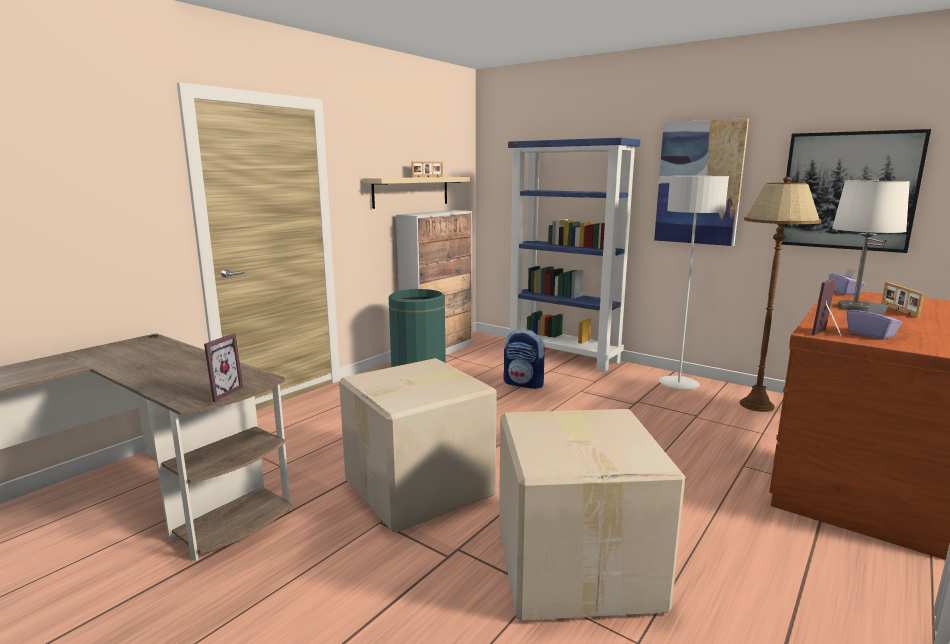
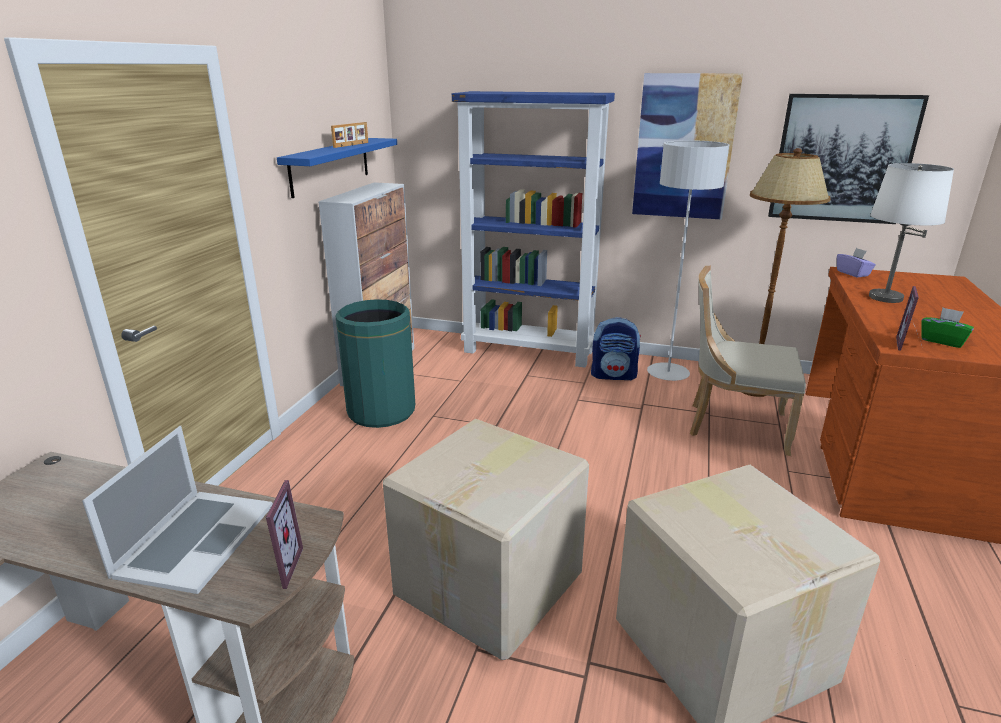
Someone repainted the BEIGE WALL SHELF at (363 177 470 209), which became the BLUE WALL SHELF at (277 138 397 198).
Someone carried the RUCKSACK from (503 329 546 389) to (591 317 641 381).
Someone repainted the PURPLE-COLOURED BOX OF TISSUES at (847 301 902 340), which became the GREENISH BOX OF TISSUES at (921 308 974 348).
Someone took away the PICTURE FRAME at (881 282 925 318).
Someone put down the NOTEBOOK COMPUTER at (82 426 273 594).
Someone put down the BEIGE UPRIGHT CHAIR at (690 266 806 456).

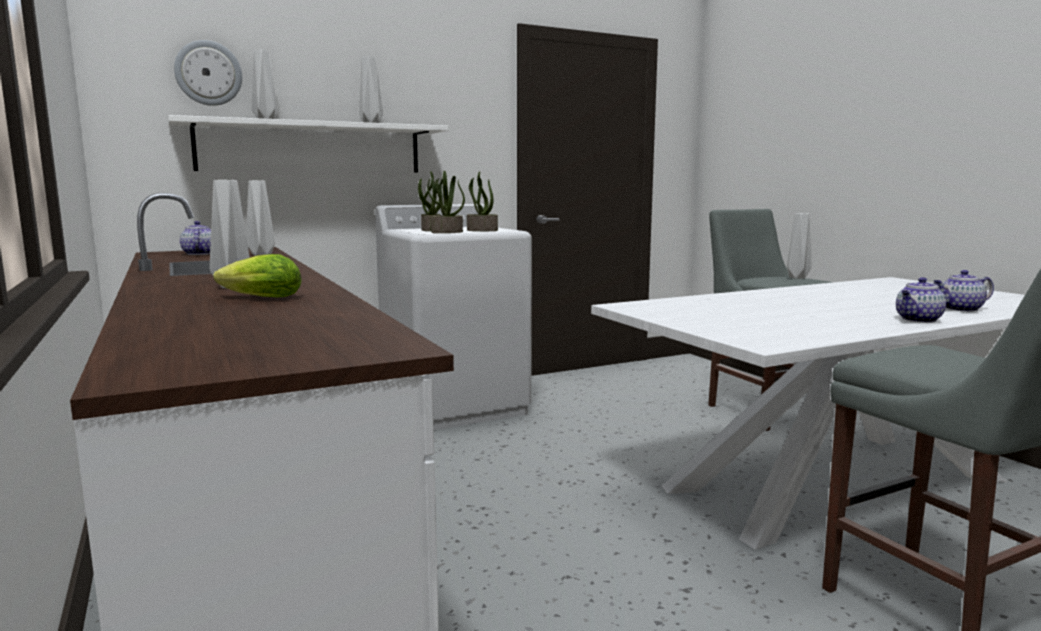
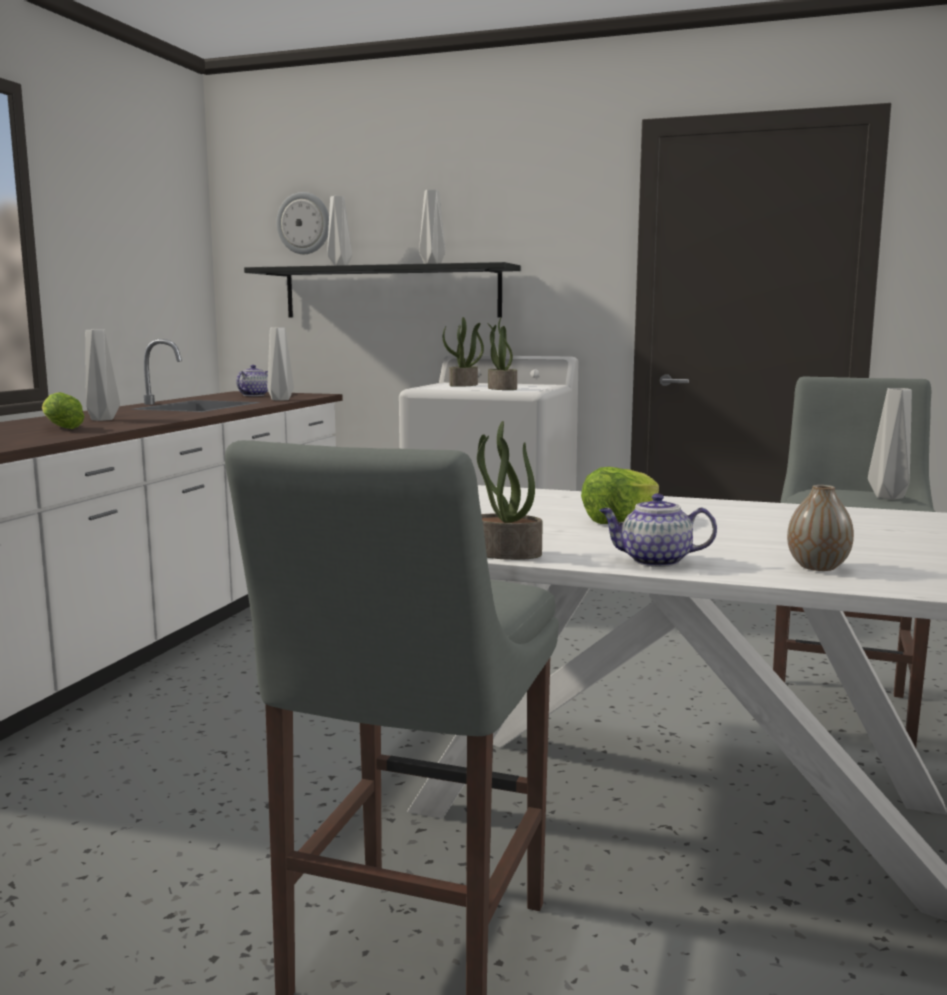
Someone repainted the WHITISH WALL SHELF at (168 115 448 172), which became the BLACK WALL SHELF at (244 262 521 318).
Someone carried the HOUSEPLANT from (427 171 465 233) to (477 421 543 560).
Someone swapped the POT FOR TEA at (933 270 994 312) for the DECORATIVE VASE at (787 485 854 571).
Someone put down the LETTUCE at (581 467 659 524).

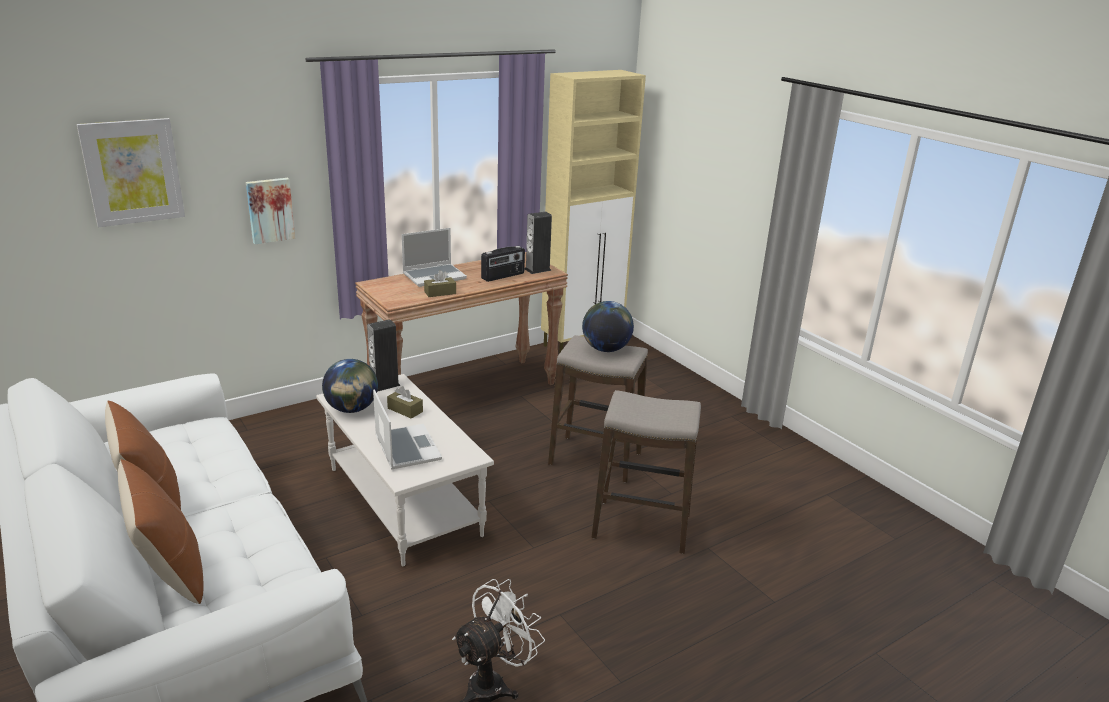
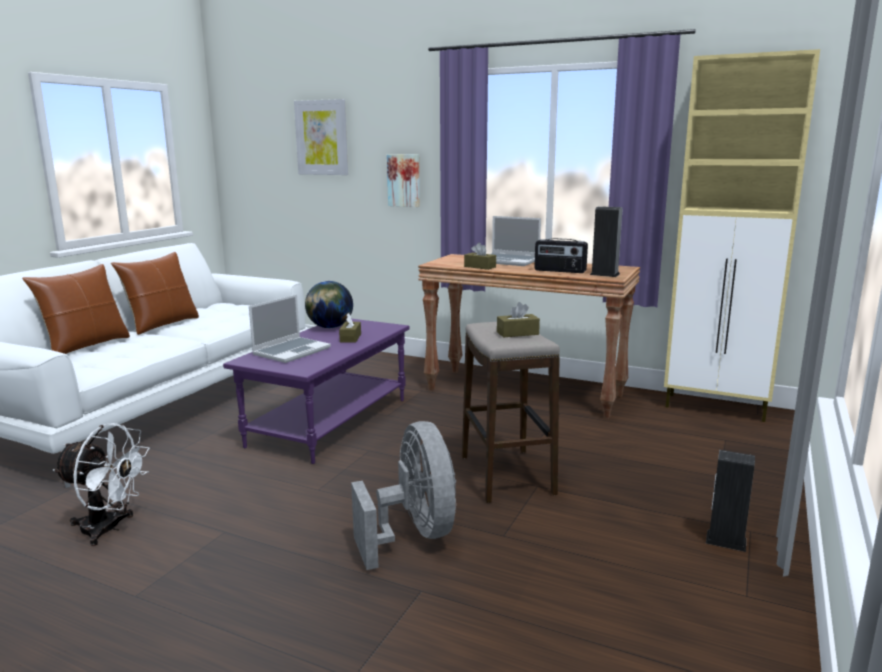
Someone repainted the WHITISH COFFEE TABLE at (316 374 494 566), which became the PURPLE-COLOURED COFFEE TABLE at (223 319 410 464).
Someone carried the LOUDSPEAKER from (367 319 401 392) to (706 450 755 552).
Someone swapped the WORLD GLOBE at (582 301 634 352) for the BROWN BOX OF TISSUES at (497 302 540 337).
Someone swapped the STOOL at (591 390 701 554) for the GREY ELECTRIC FAN at (351 421 456 570).

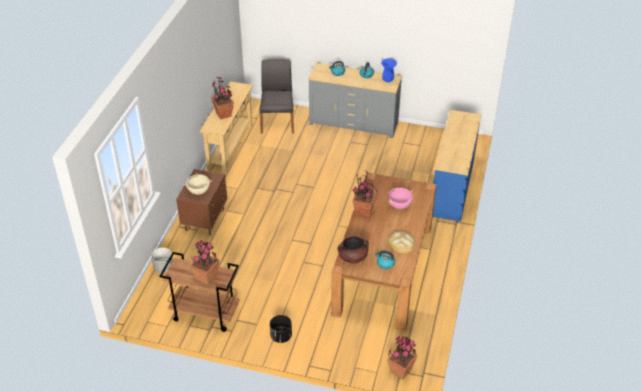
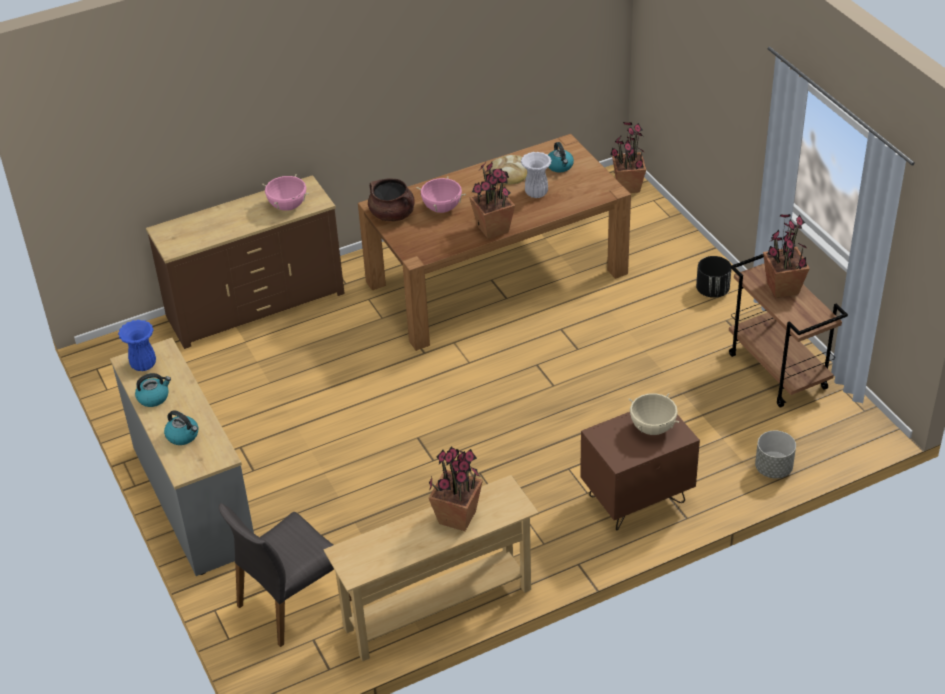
Someone carried the BROWN SAUCEPOT from (337 236 369 264) to (368 179 415 221).
Someone repainted the BLUE DRAWER CHEST at (433 110 481 222), which became the BROWN DRAWER CHEST at (146 175 345 349).
Someone put down the PINKISH SAUCEPOT at (262 174 309 211).
Someone put down the WHITISH DECORATIVE VASE at (521 152 552 198).

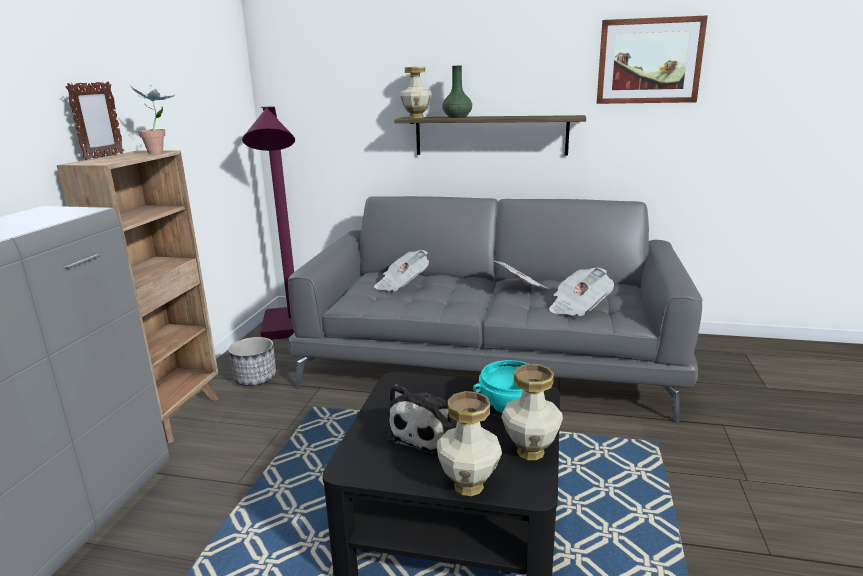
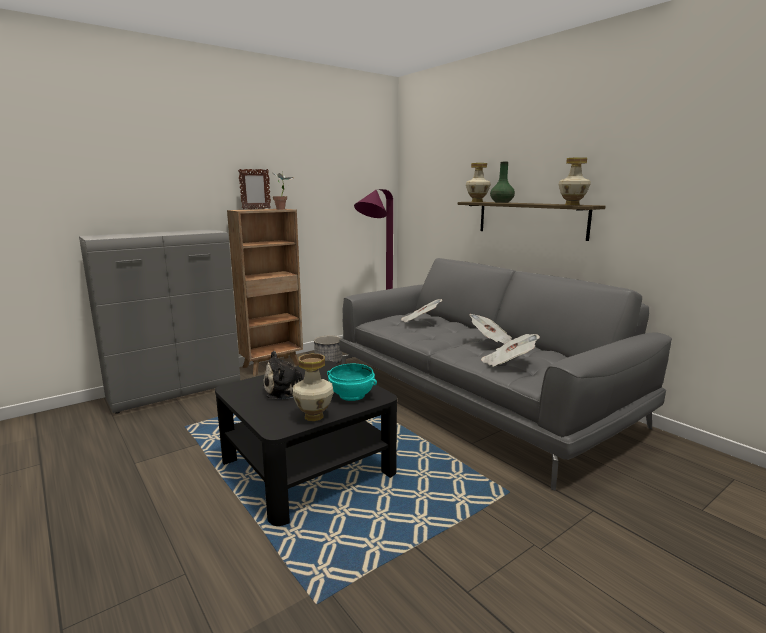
Someone carried the DECORATIVE VASE from (436 391 502 496) to (558 157 591 205).
Someone took away the WALL ART at (597 15 708 104).

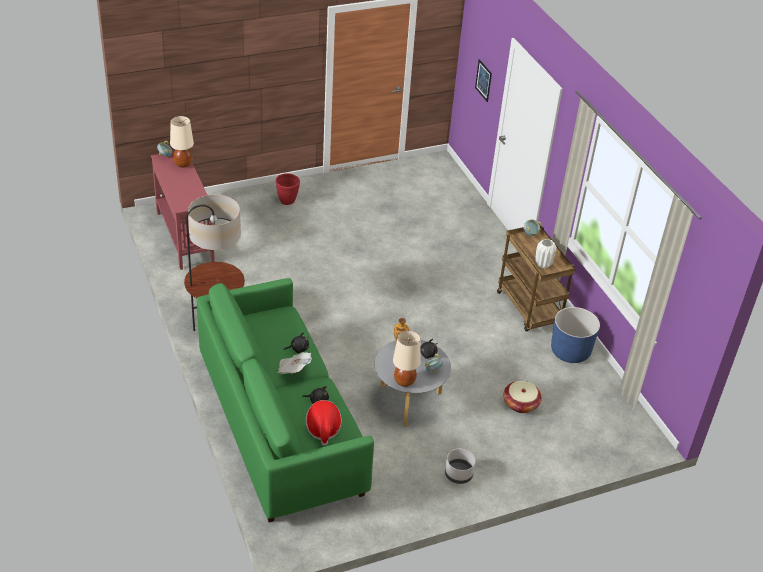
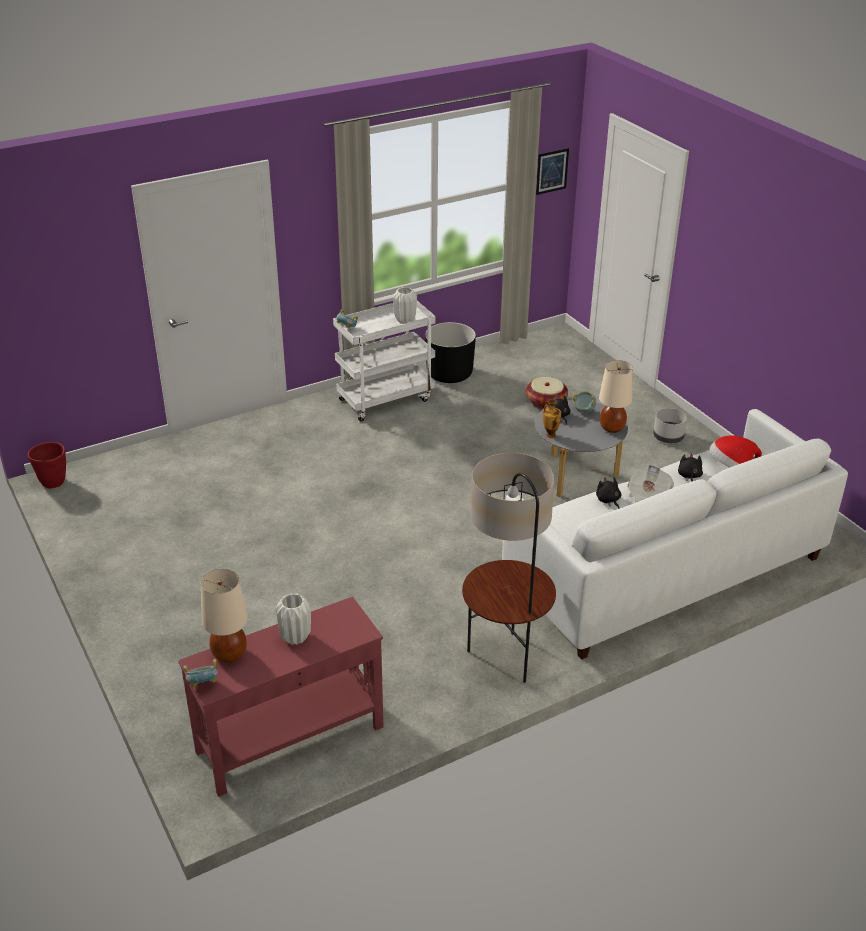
Someone repainted the GREENISH COUCH at (196 278 374 523), which became the WHITISH COUCH at (502 409 848 659).
Someone carried the REDDISH FLOWER POT from (276 173 300 205) to (28 442 66 488).
Someone carried the WALL ART from (475 59 492 102) to (536 148 569 195).
Someone repainted the BROWN TROLLEY at (497 224 575 331), which became the WHITISH TROLLEY at (333 301 436 421).
Someone repainted the BLUE FLOWER POT at (551 307 600 363), which became the BLACK FLOWER POT at (425 322 476 383).
Someone put down the WHITISH DECORATIVE VASE at (275 593 311 645).

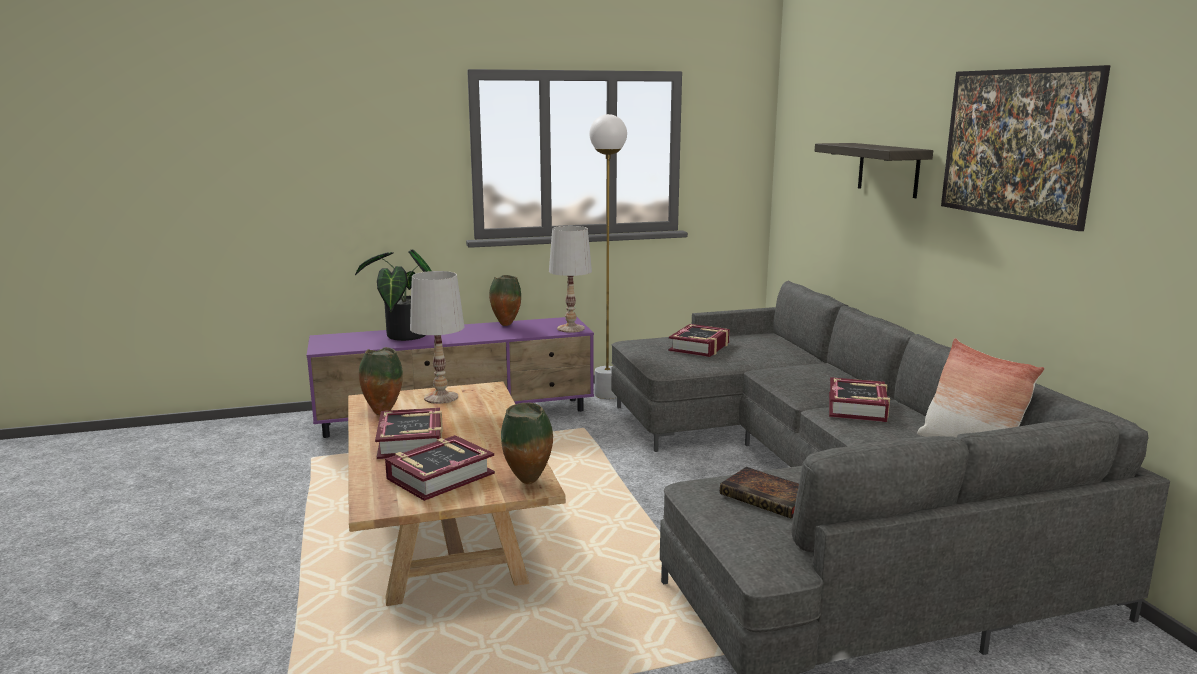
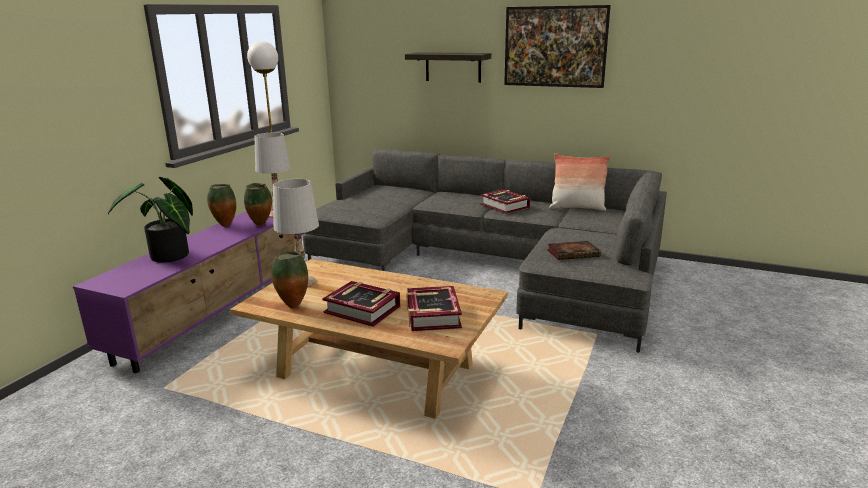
Someone carried the DECORATIVE VASE from (501 403 553 484) to (244 183 272 226).
Someone took away the VOLUME at (668 324 730 357).

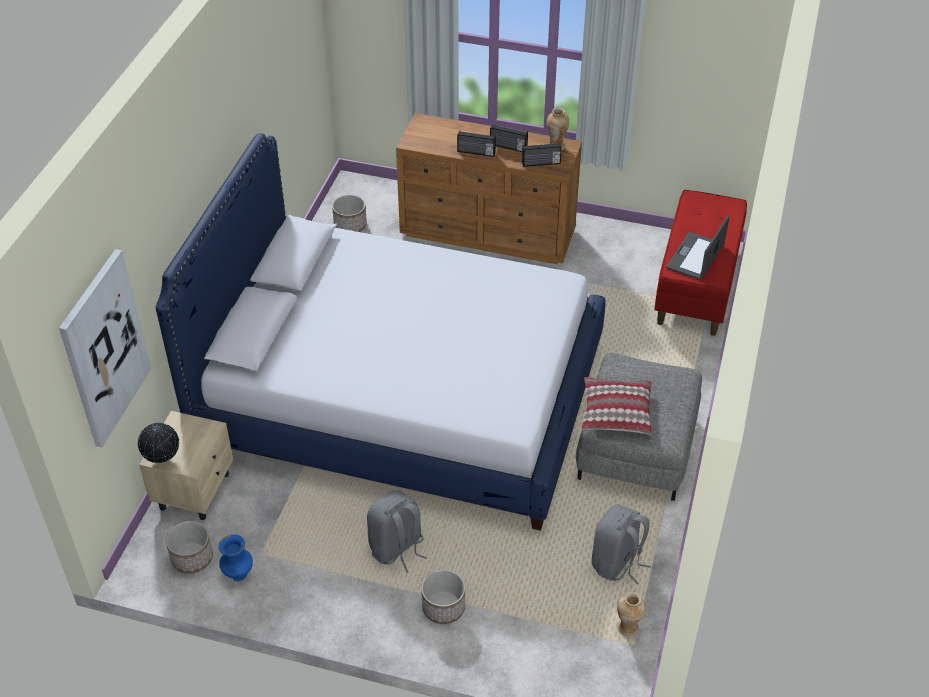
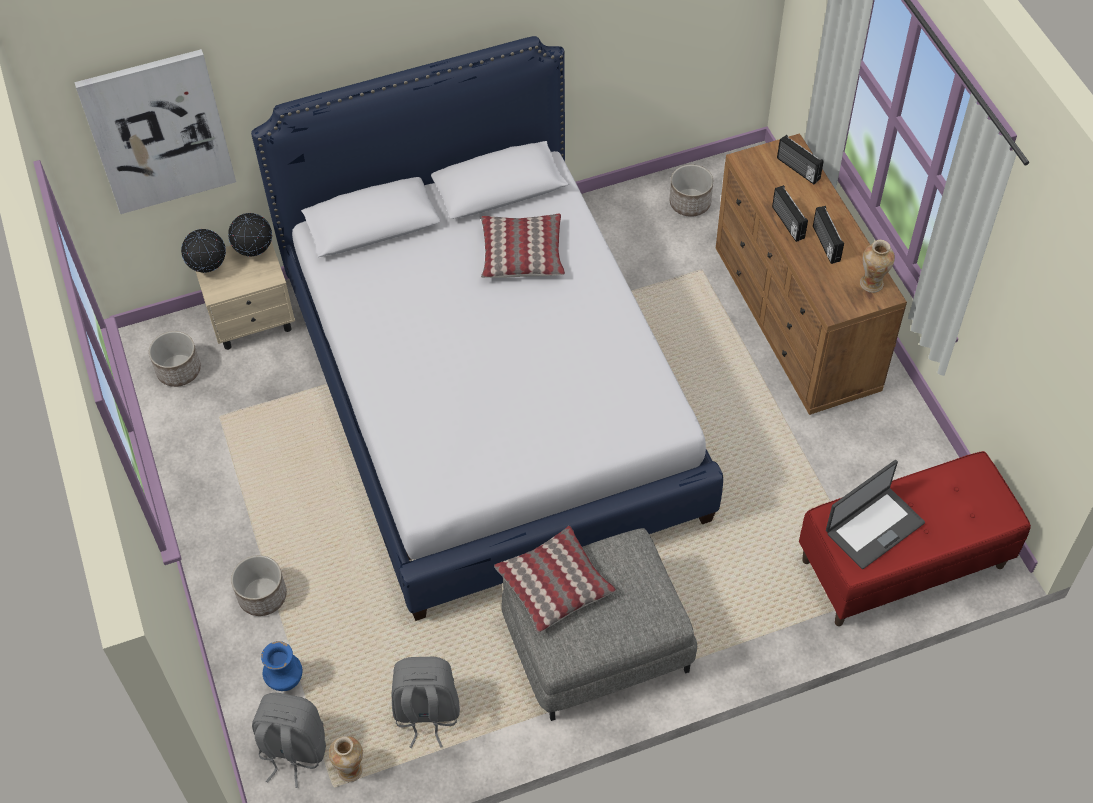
Someone carried the BLUE DECORATIVE VASE from (219 534 253 581) to (261 641 302 691).
Someone carried the GREY RUCKSACK from (367 490 427 573) to (252 693 326 788).
Someone carried the RADIO RECEIVER from (522 142 562 167) to (777 135 824 184).
Someone rotated the NOTEBOOK COMPUTER at (666 216 729 280) by 150 degrees clockwise.
Someone put down the WORLD GLOBE at (228 213 272 256).
Someone put down the THROW PILLOW at (481 213 565 278).

